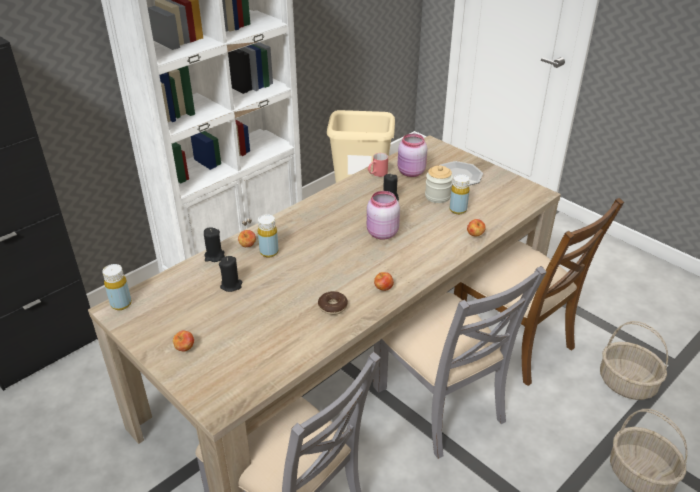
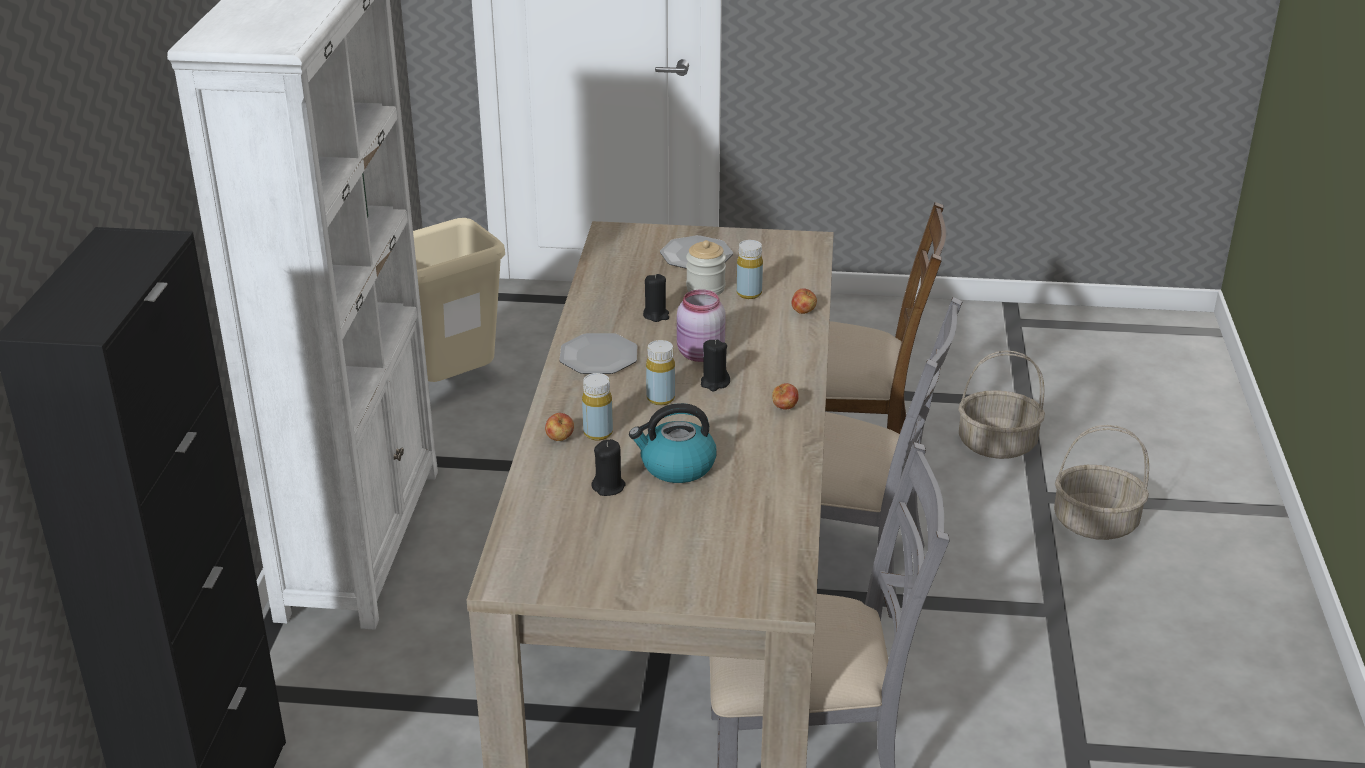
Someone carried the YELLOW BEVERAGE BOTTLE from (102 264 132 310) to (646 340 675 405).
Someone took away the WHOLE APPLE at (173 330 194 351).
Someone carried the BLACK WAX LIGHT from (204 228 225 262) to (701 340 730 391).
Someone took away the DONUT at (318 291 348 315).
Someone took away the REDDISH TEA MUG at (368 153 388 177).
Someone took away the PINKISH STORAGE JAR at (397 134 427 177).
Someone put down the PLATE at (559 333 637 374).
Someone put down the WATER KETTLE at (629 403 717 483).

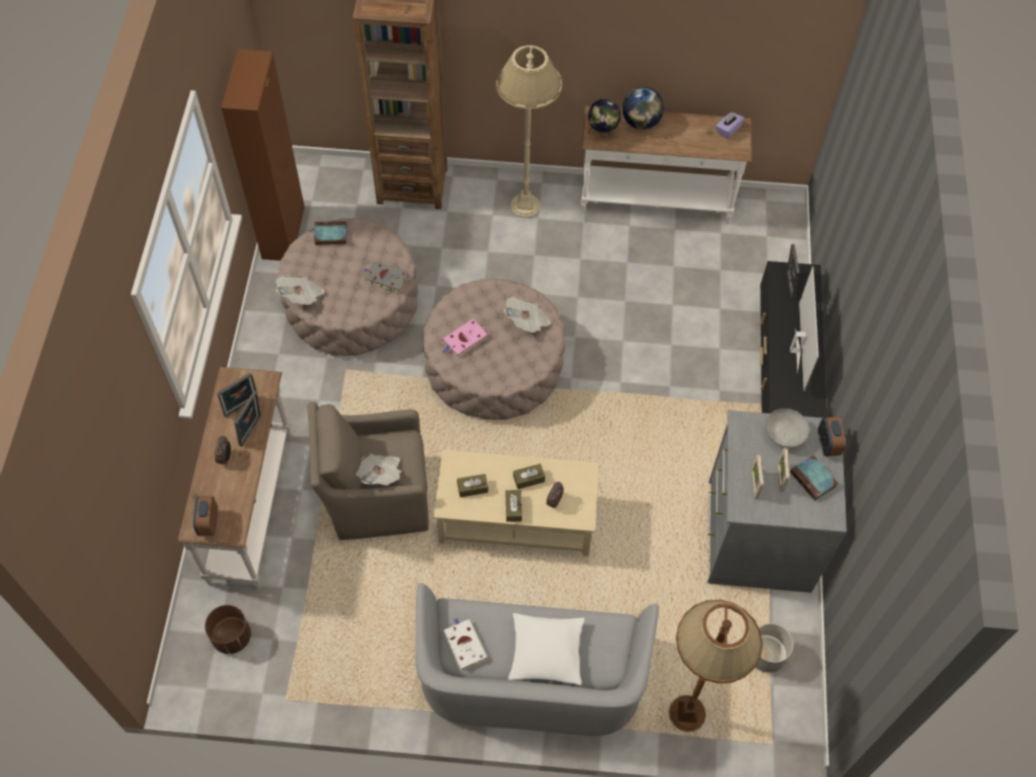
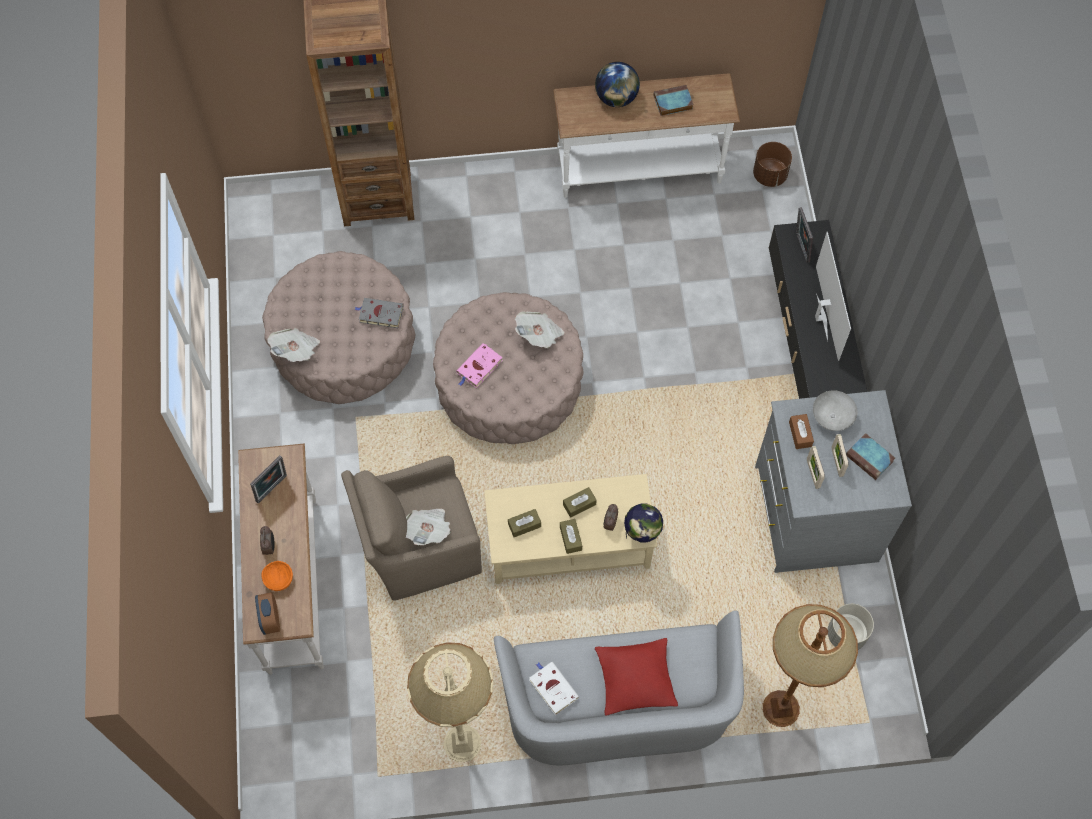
Someone carried the BROWN FLOWER POT from (205 605 251 654) to (753 142 792 187).
Someone took away the BROWN CABINET at (221 49 305 261).
Someone took away the PICTURE FRAME at (234 391 261 447).
Someone carried the VOLUME from (314 221 347 245) to (654 85 694 116).
Someone carried the BEIGE STANDARD LAMP from (496 45 562 218) to (407 642 493 762).
Someone repainted the WHITISH THROW PILLOW at (508 613 585 685), which became the REDDISH THROW PILLOW at (595 638 678 716).
Someone carried the WORLD GLOBE from (588 99 621 138) to (624 503 663 542).
Someone took away the PURPLE-COLOURED BOX OF TISSUES at (716 112 745 139).
Someone took away the ALARM CLOCK at (818 417 846 457).
Someone put down the ORANGE-COLOURED SERVING BOWL at (261 561 293 591).
Someone put down the BROWN BOX OF TISSUES at (789 414 814 449).

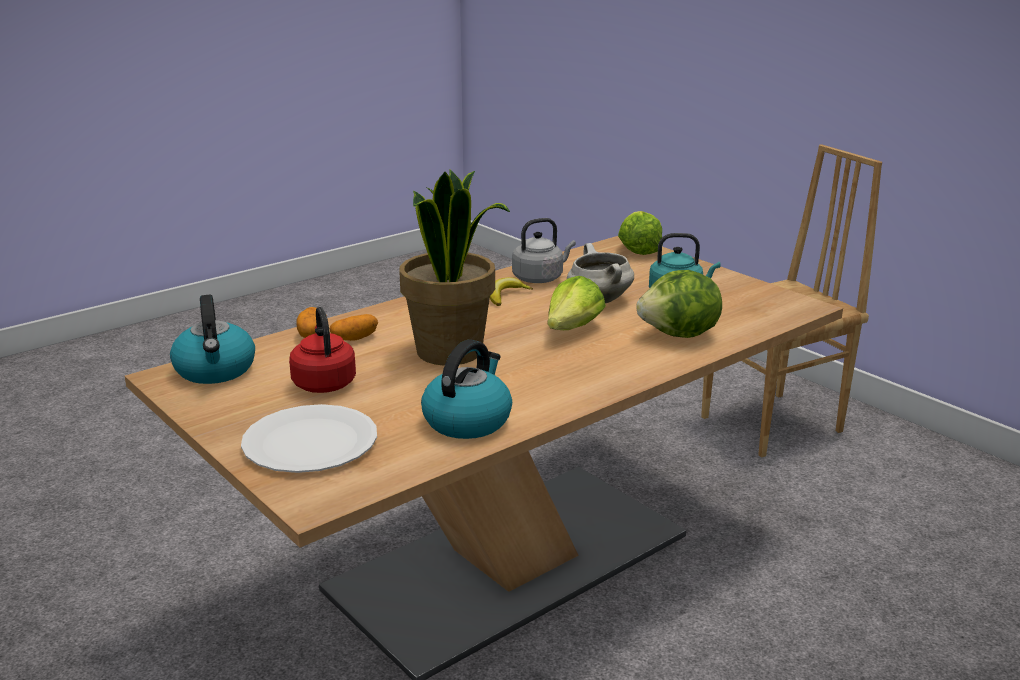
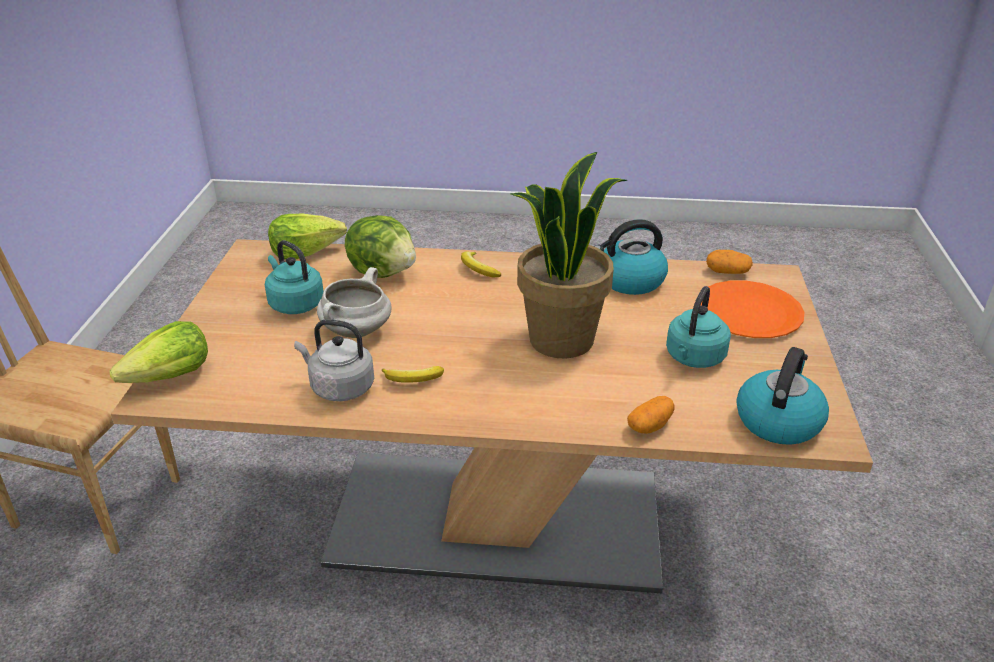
Someone repainted the WHITISH PLATE at (241 404 377 473), which became the ORANGE-COLOURED PLATE at (698 281 804 338).
Someone repainted the REDDISH WATER KETTLE at (289 307 356 393), which became the TURQUOISE-COLOURED WATER KETTLE at (666 286 731 368).
Someone carried the WHOLE POTATO from (330 314 378 341) to (706 250 753 274).
Someone carried the LETTUCE from (548 276 606 330) to (268 213 347 260).
Someone put down the WHOLE BANANA at (461 251 501 277).

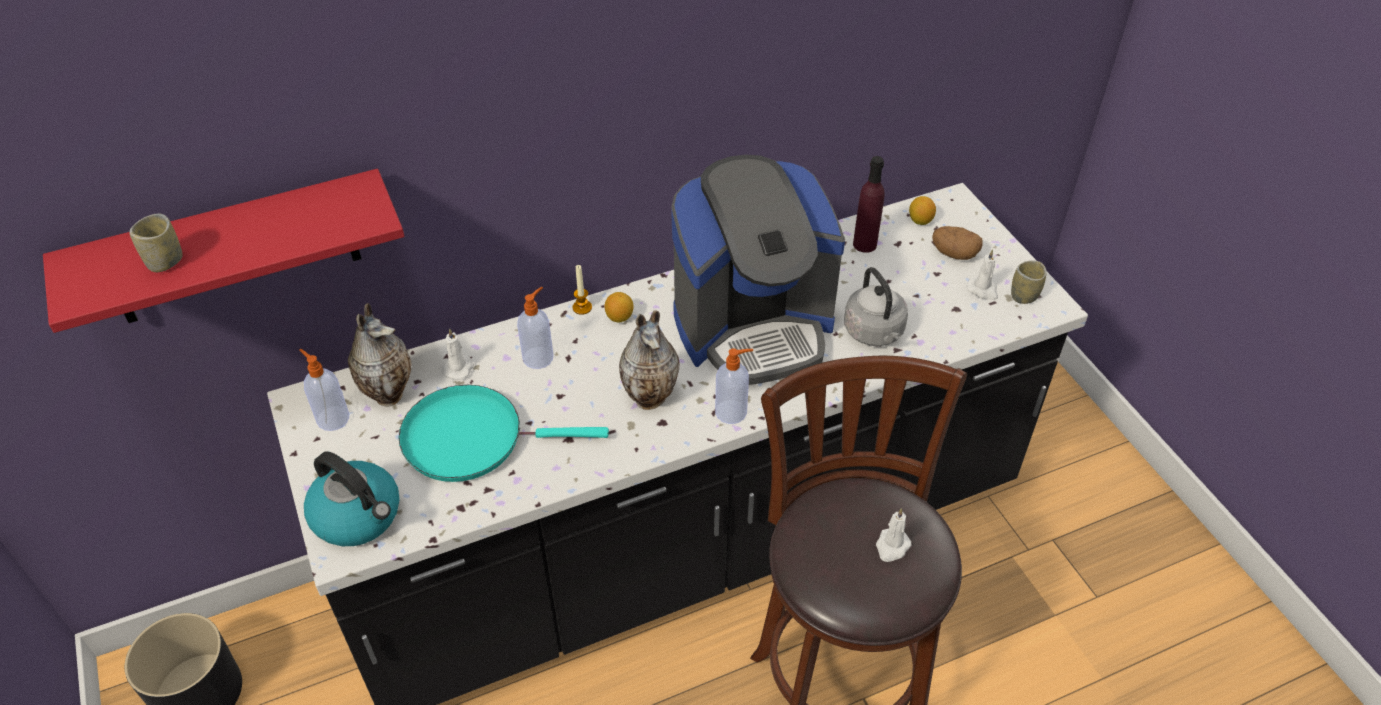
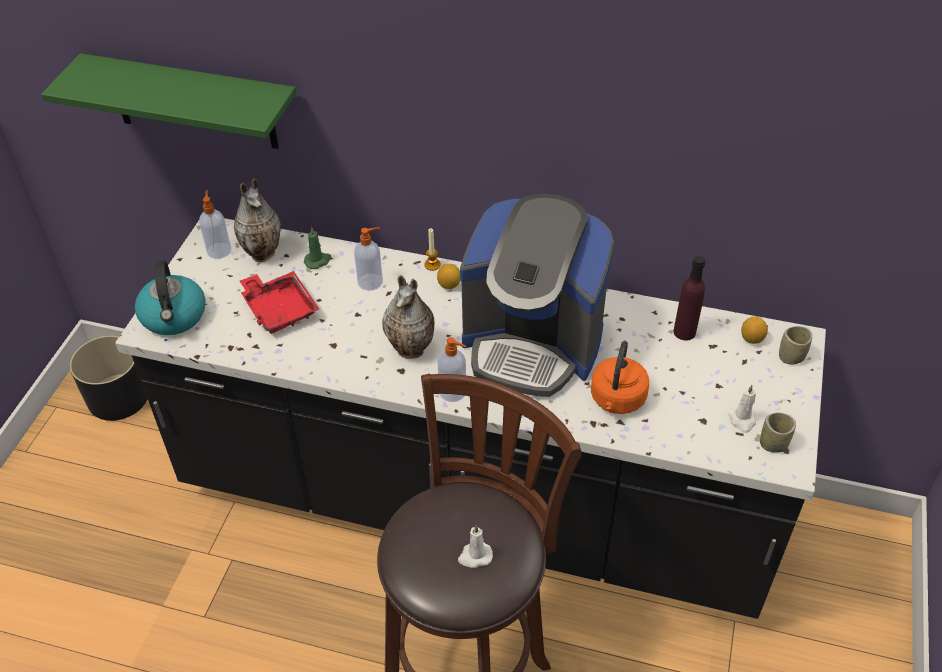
Someone repainted the REDDISH WALL SHELF at (43 169 404 333), which became the GREENISH WALL SHELF at (41 53 296 149).
Someone carried the SMALL CUP from (129 214 183 272) to (779 326 812 364).
Someone swapped the TURQUOISE-COLOURED SKILLET at (399 385 609 482) for the REDDISH TRAY at (240 271 319 334).
Someone repainted the WHITISH WAX LIGHT at (442 328 474 380), which became the GREENISH WAX LIGHT at (304 227 332 269).
Someone repainted the GREY WATER KETTLE at (844 267 908 346), which became the ORANGE-COLOURED WATER KETTLE at (591 341 649 414).
Someone took away the WHOLE POTATO at (932 226 983 260).

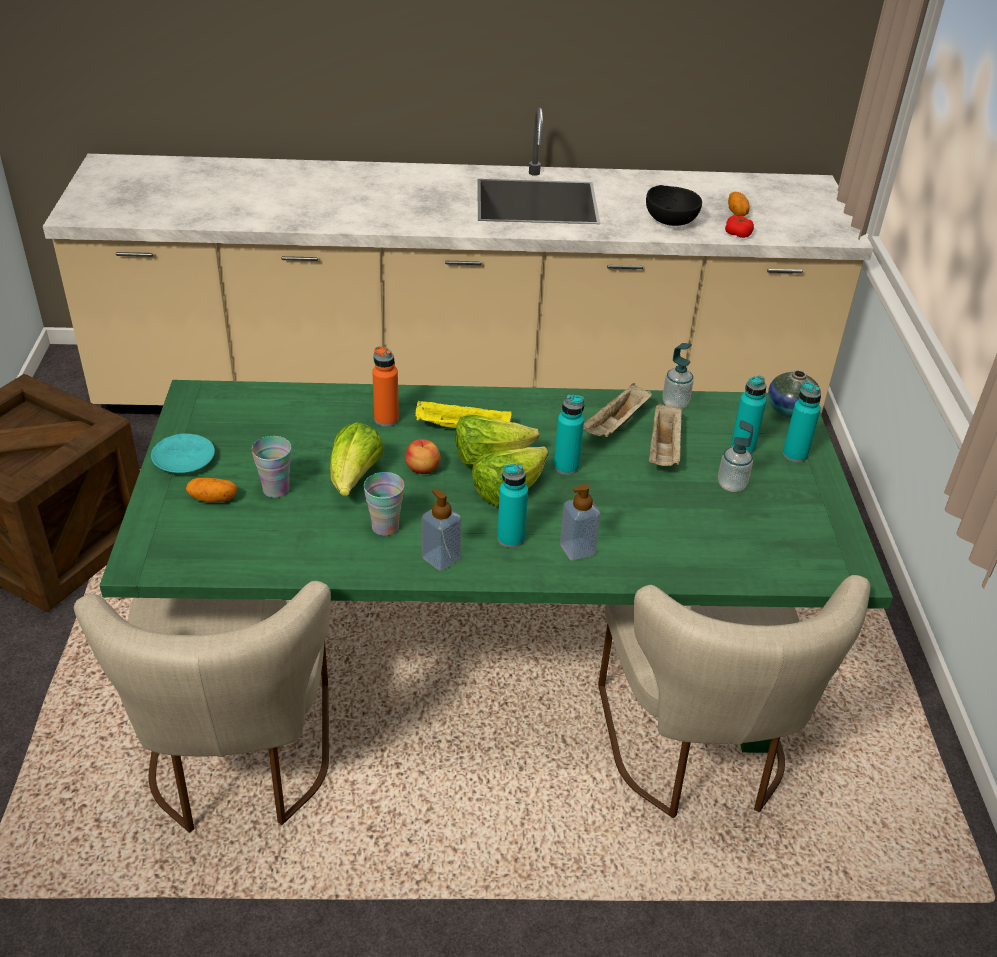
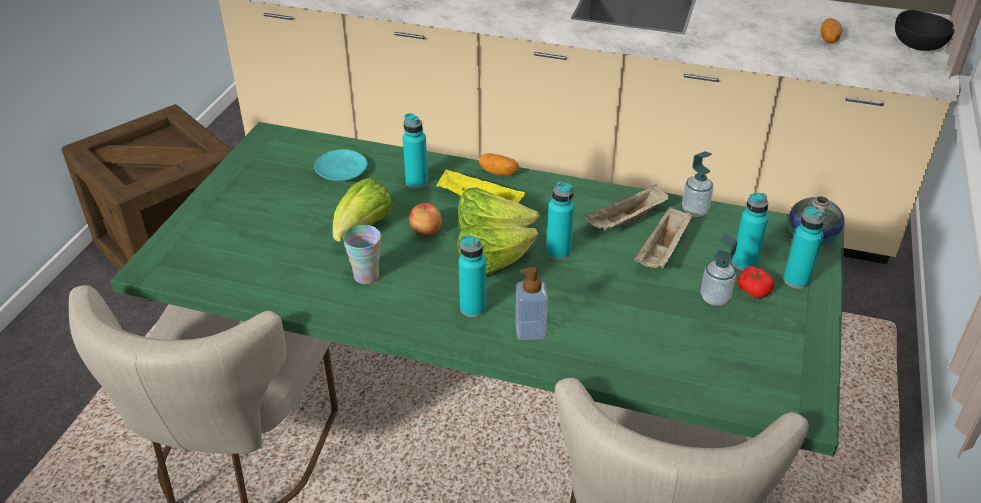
Someone carried the TURQUOISE-COLOURED PLATE from (151 433 215 473) to (314 149 368 181).
Someone carried the WHOLE POTATO from (186 478 238 503) to (479 153 519 176).
Someone took away the SMALL CUP at (252 436 292 498).
Someone repainted the ORANGE-COLOURED BEVERAGE BOTTLE at (372 346 399 427), which became the TURQUOISE-COLOURED BEVERAGE BOTTLE at (403 113 428 189).
Someone took away the SOAP BOTTLE at (422 489 462 571).
Someone carried the BLACK SERVING BOWL from (646 185 702 226) to (895 10 955 51).
Someone carried the WHOLE TOMATO from (725 215 754 238) to (737 266 774 298).

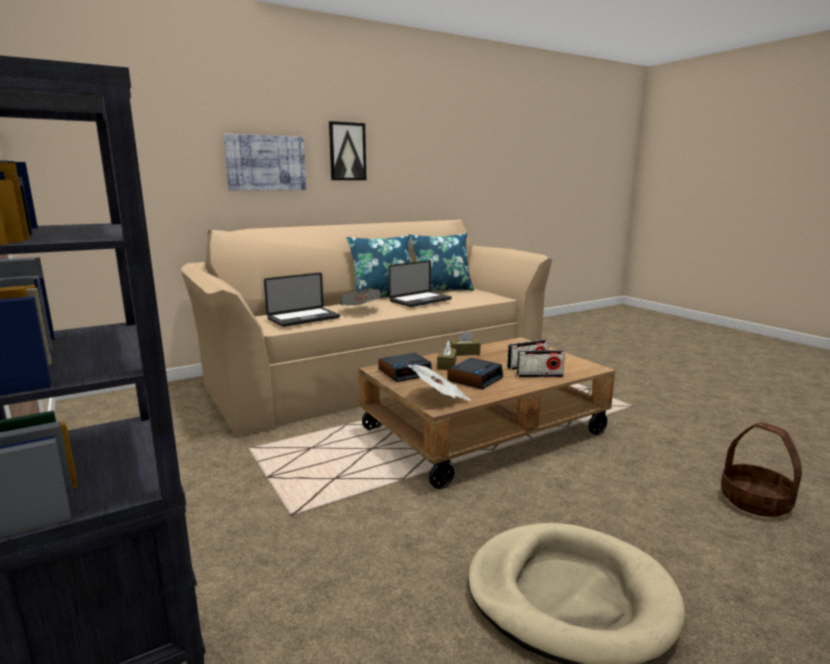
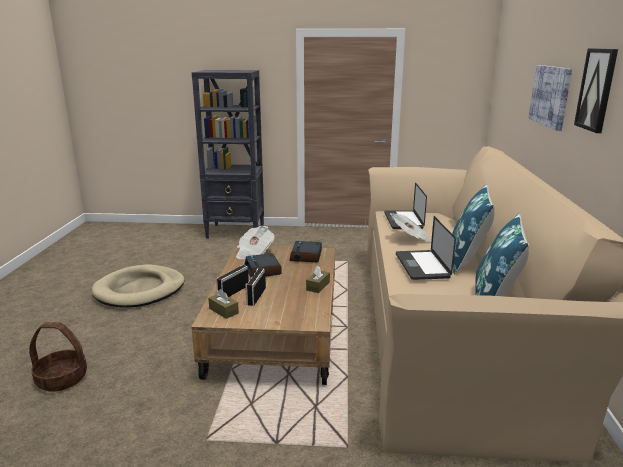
Someone carried the BROWN BOX OF TISSUES from (437 341 457 370) to (208 289 239 319).

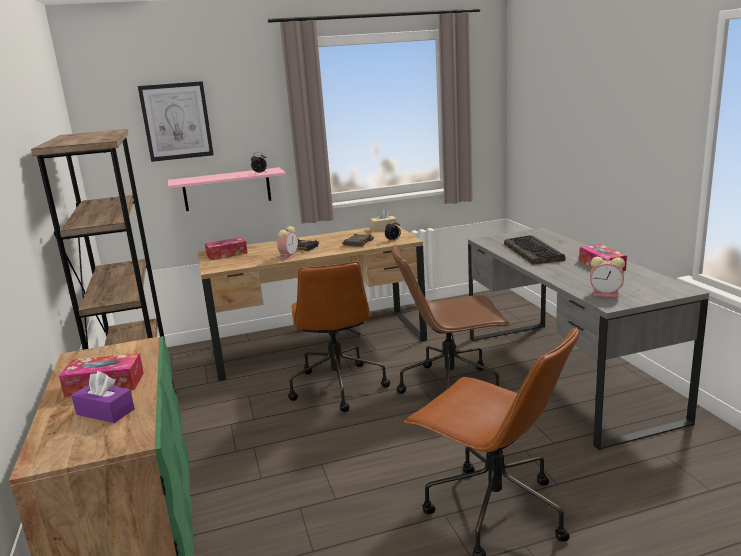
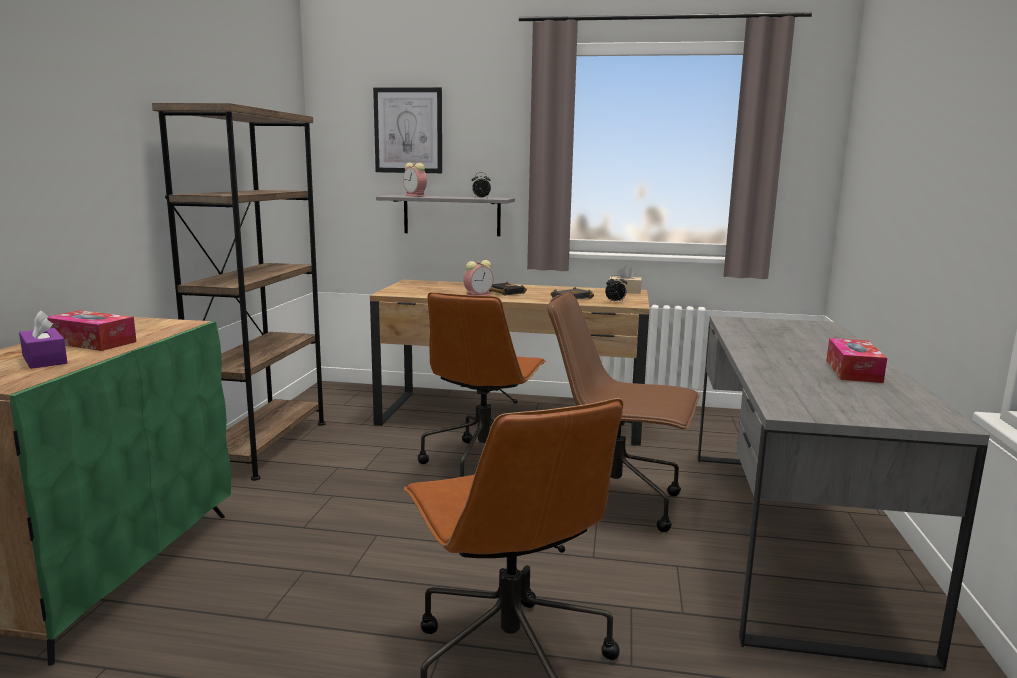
Someone repainted the PINKISH WALL SHELF at (168 167 286 211), which became the GREY WALL SHELF at (376 195 515 236).
Someone took away the BOX OF TISSUES at (205 237 248 260).
Someone took away the KEYBOARD at (504 235 565 265).
Someone carried the ALARM CLOCK from (590 257 625 297) to (403 163 427 197).

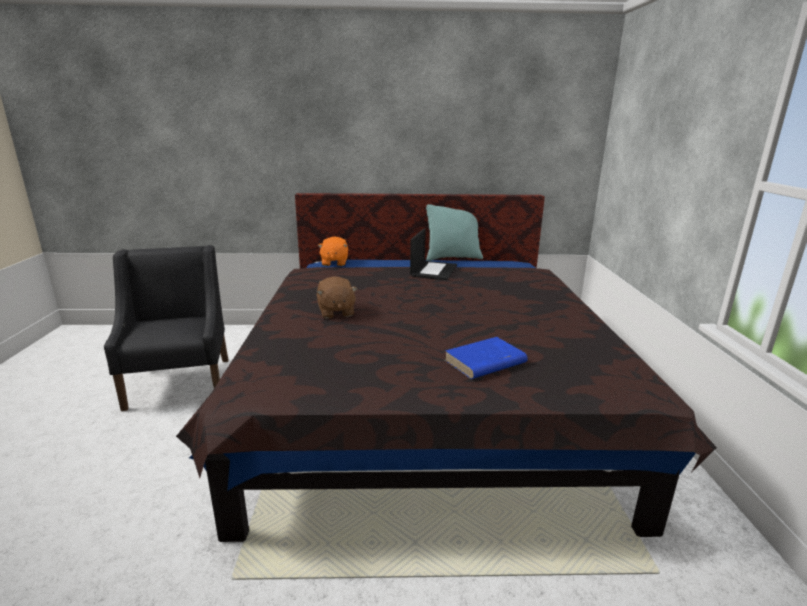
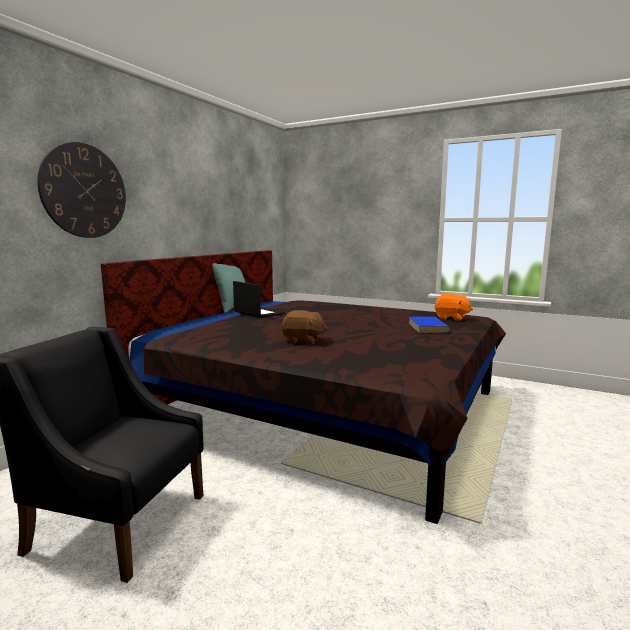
Someone carried the ORANGE-COLOURED CUDDLY TOY from (318 236 348 266) to (435 294 473 321).
Someone put up the CLOCK ON THE WALL at (37 142 126 238).

